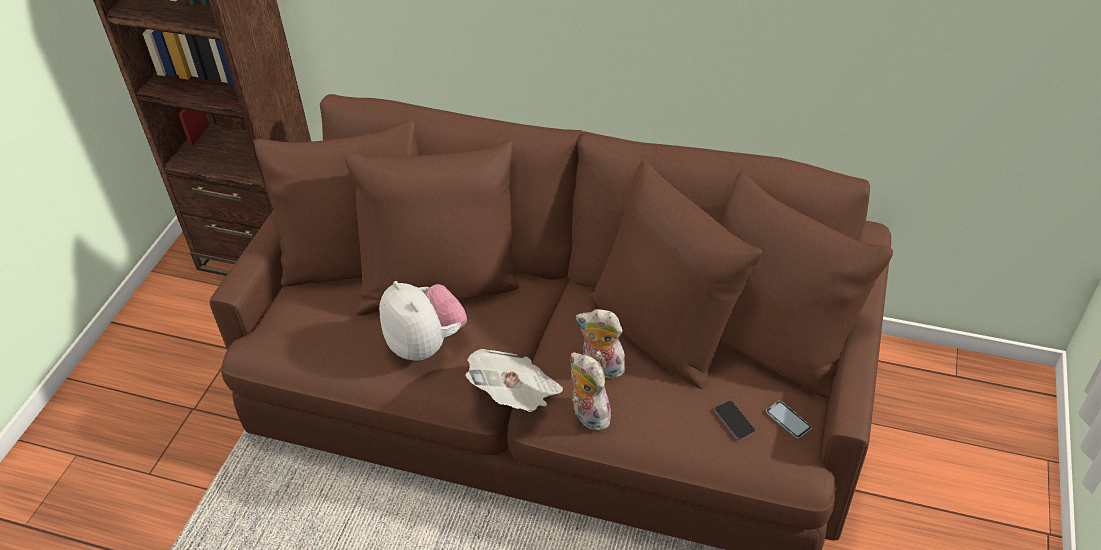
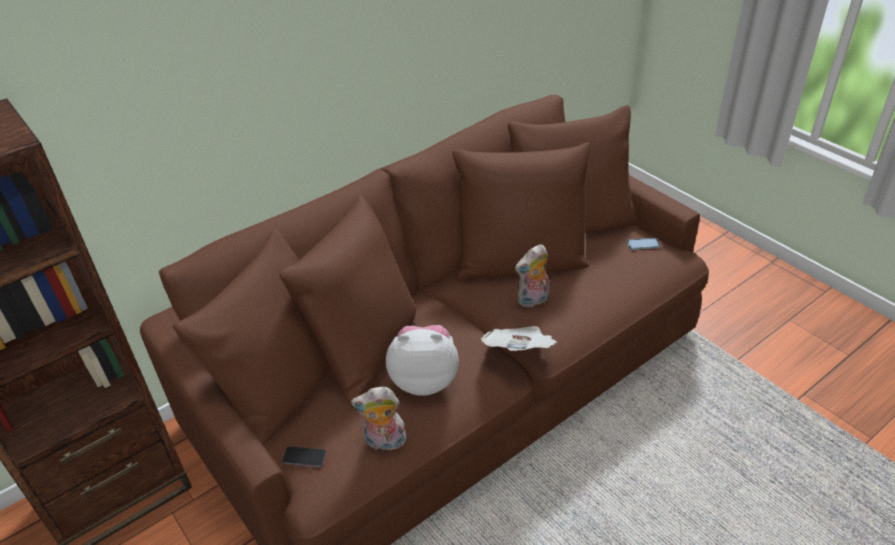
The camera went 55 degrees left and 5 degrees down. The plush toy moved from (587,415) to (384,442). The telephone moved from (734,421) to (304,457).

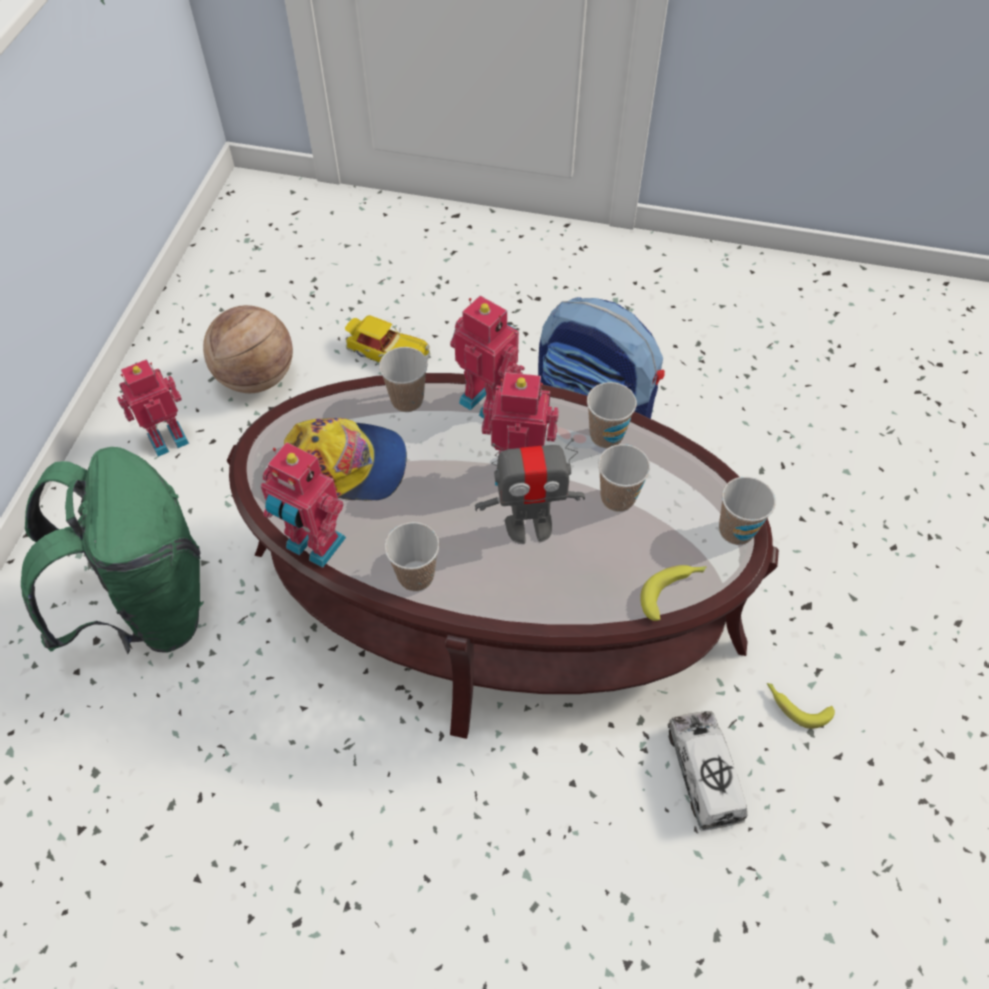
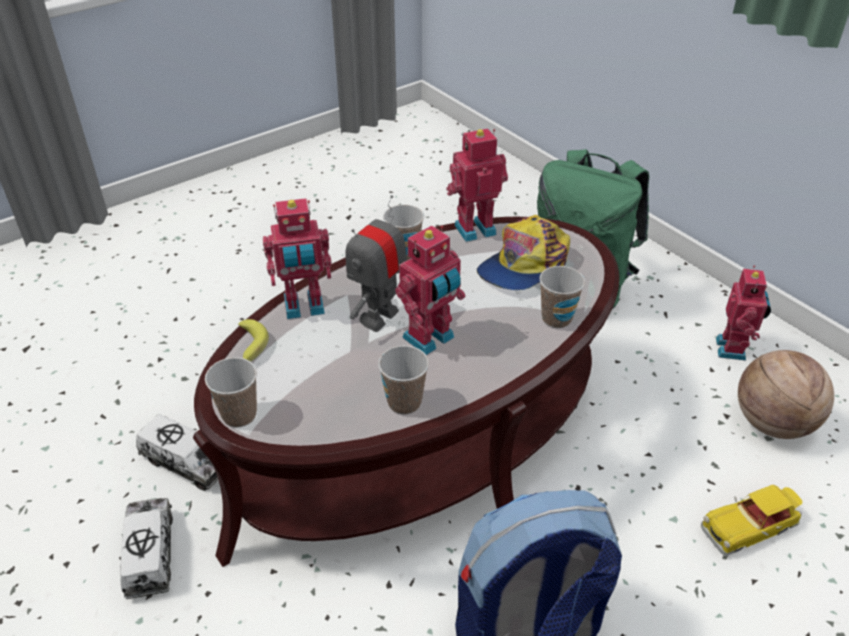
The camera went 130 degrees right and 15 degrees down. The robot figure moved from (488,399) to (304,308). The drinking cup at (617,498) disappeared. The banana at (796,705) was replaced by the toy lorry at (150,554).

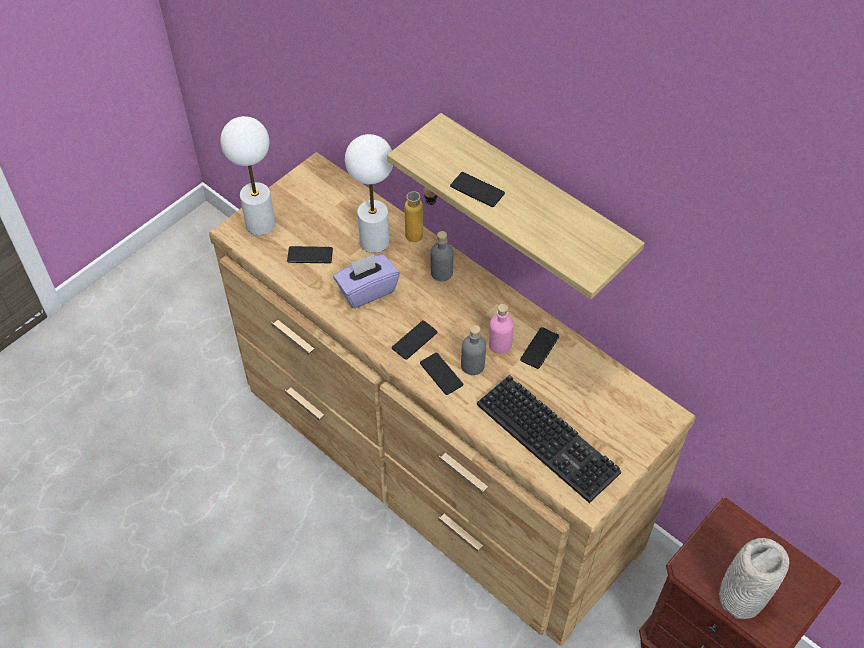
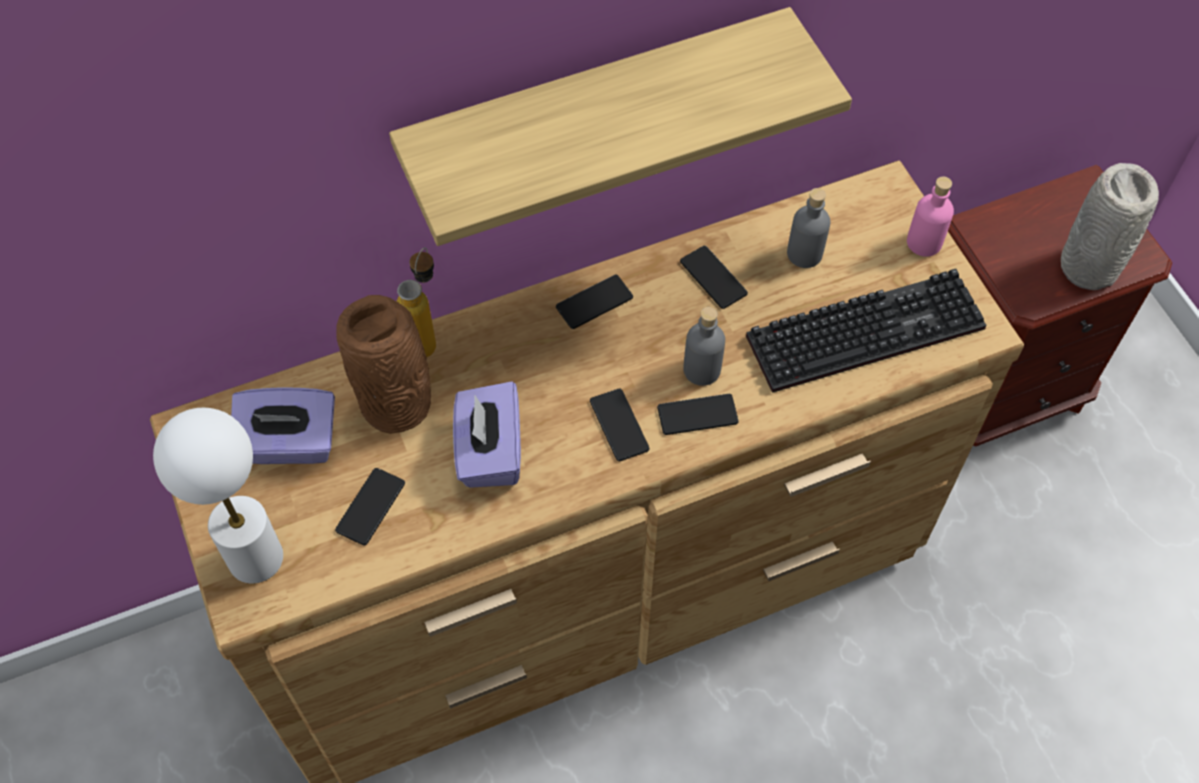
The camera went 65 degrees left and 5 degrees up. The whitish lamp for a table at (374,241) was replaced by the brown-coloured decorative vase at (399,404). The greyish bottle moved from (441,273) to (804,254). The telephone moved from (477,190) to (594,302). The pink bottle moved from (500,344) to (924,242). The purple box of tissues at (290,444) appeared.

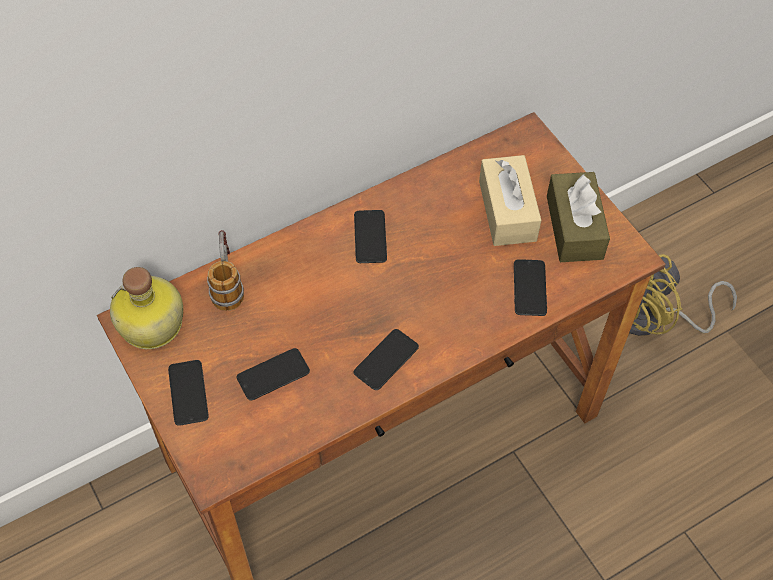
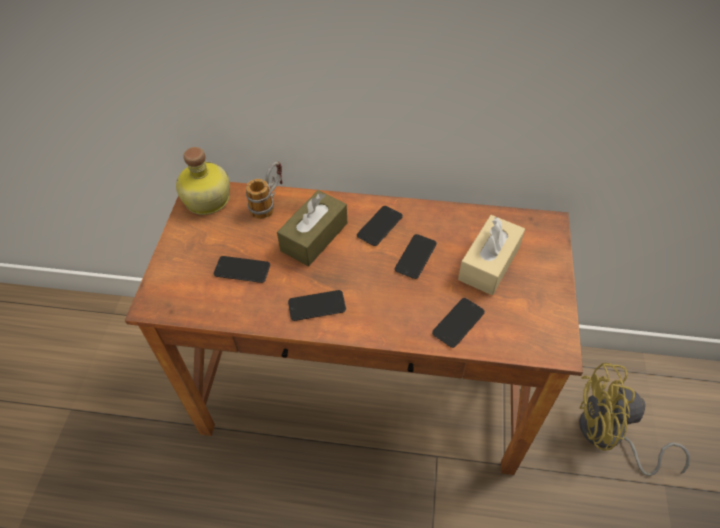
The camera went 40 degrees right and 5 degrees down. The telephone moved from (188,393) to (415,257). The brown-coloured box of tissues moved from (574,227) to (314,237).

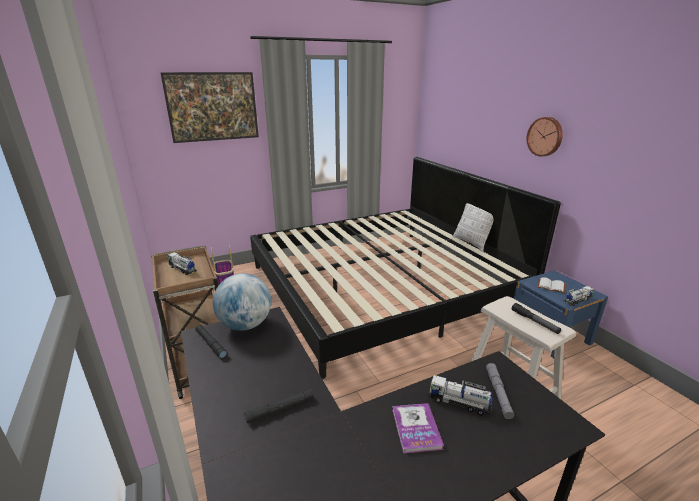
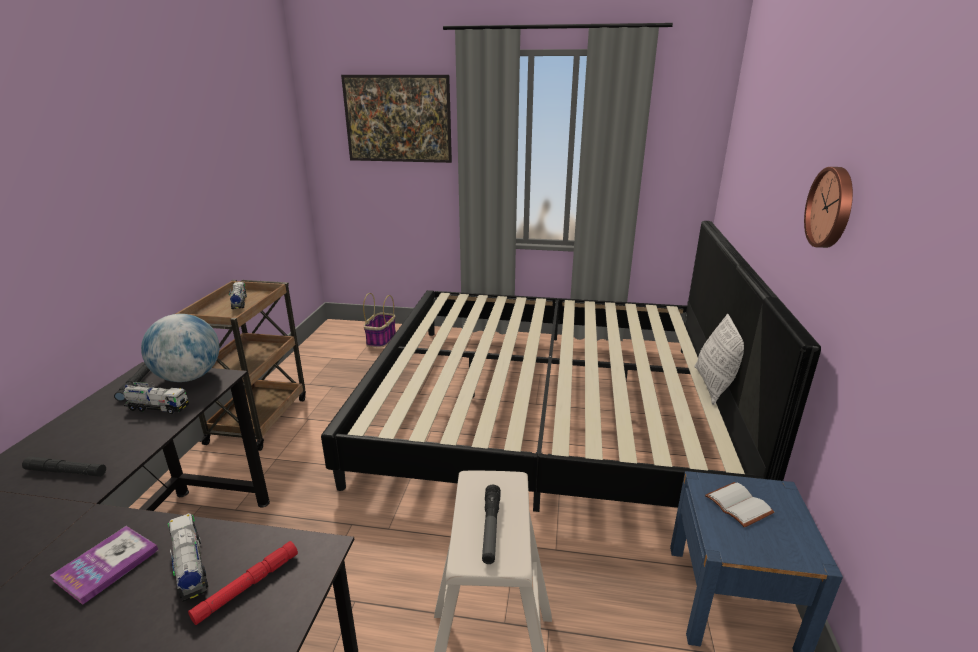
The camera went 35 degrees right and 0 degrees up. The greyish hand torch at (498,393) became the red hand torch at (247,586). The toy lorry moved from (577,300) to (158,408).

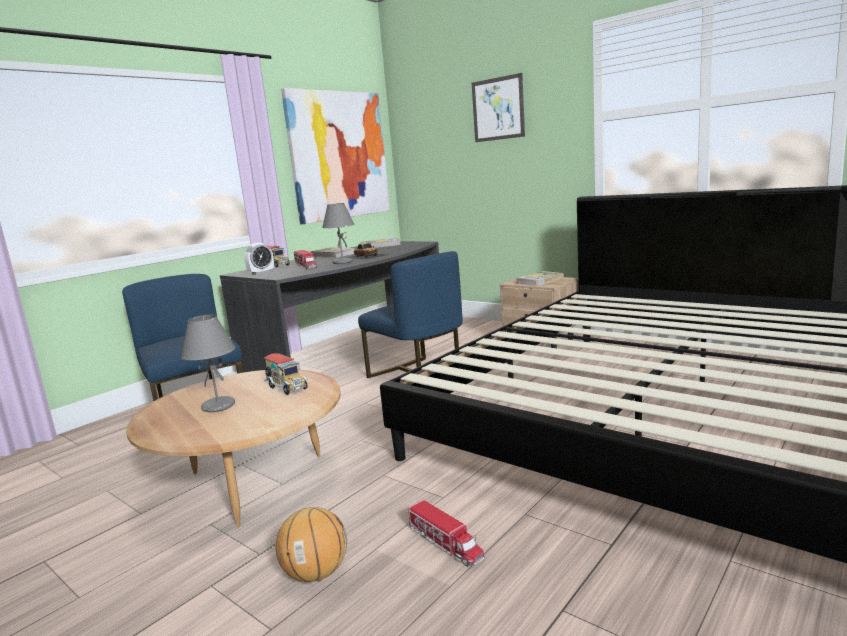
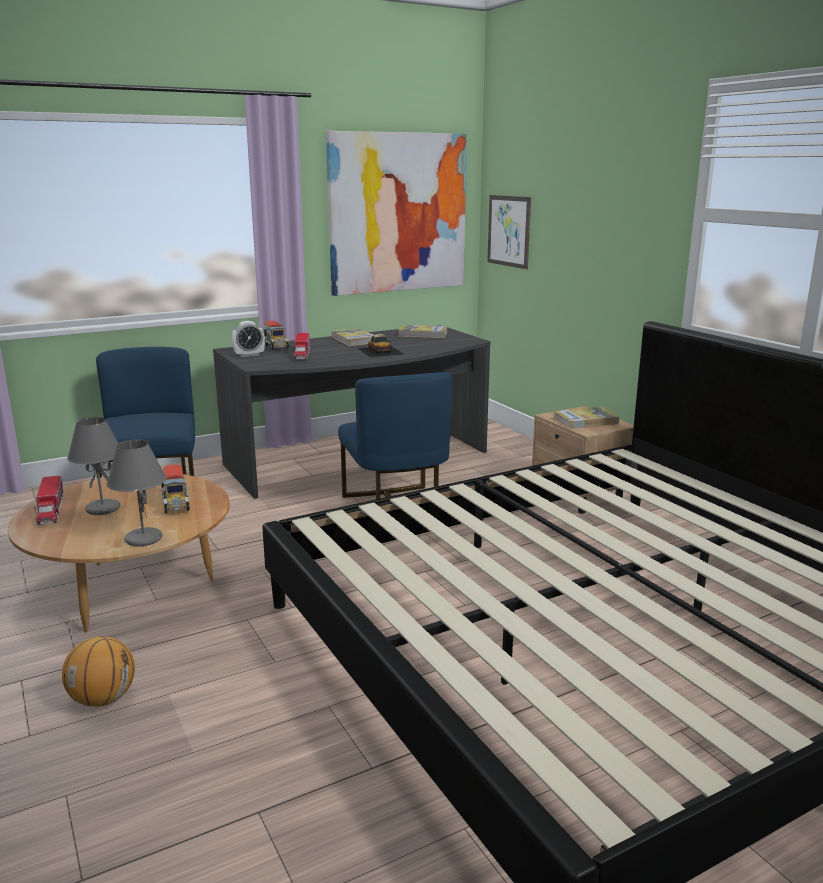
The camera went 20 degrees right and 5 degrees up. The greyish lamp for a table moved from (342,262) to (143,539). The toy lorry moved from (445,543) to (51,510). The picture moved from (498,109) to (509,231).

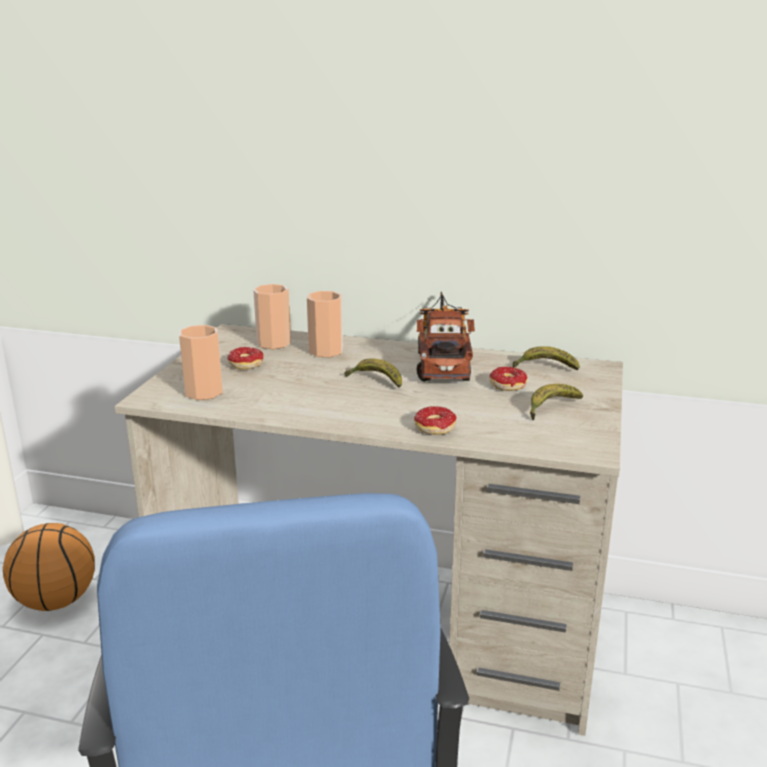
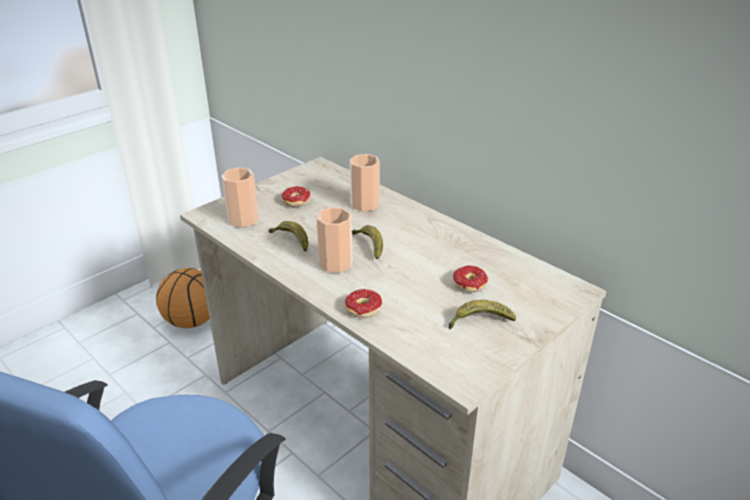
The camera went 30 degrees right and 10 degrees up. The drinking cup moved from (274,343) to (335,263). The toy lorry at (443,361) disappeared. The banana moved from (545,367) to (292,240).

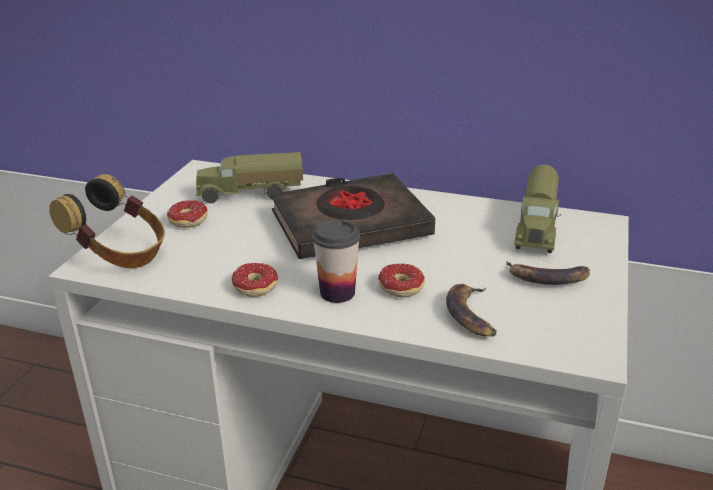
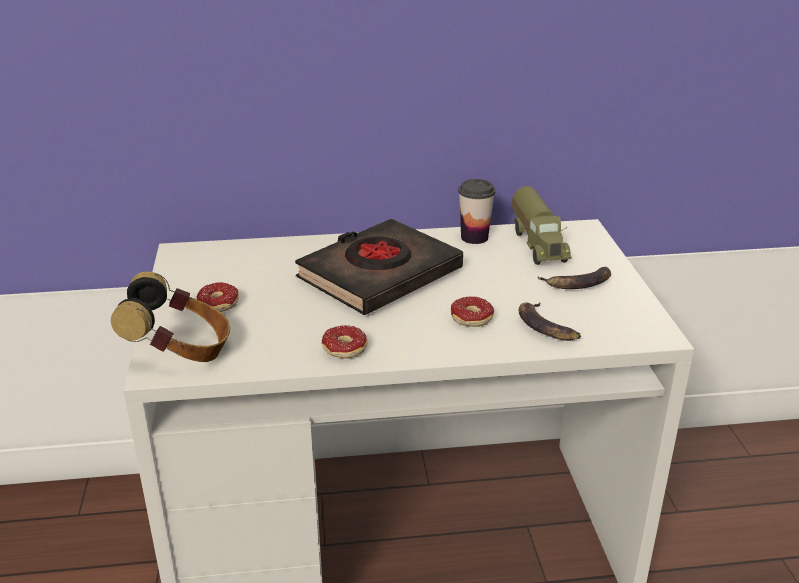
The camera went 25 degrees left and 0 degrees up. The toy lorry at (251,195) disappeared. The drinking cup moved from (337,293) to (474,237).

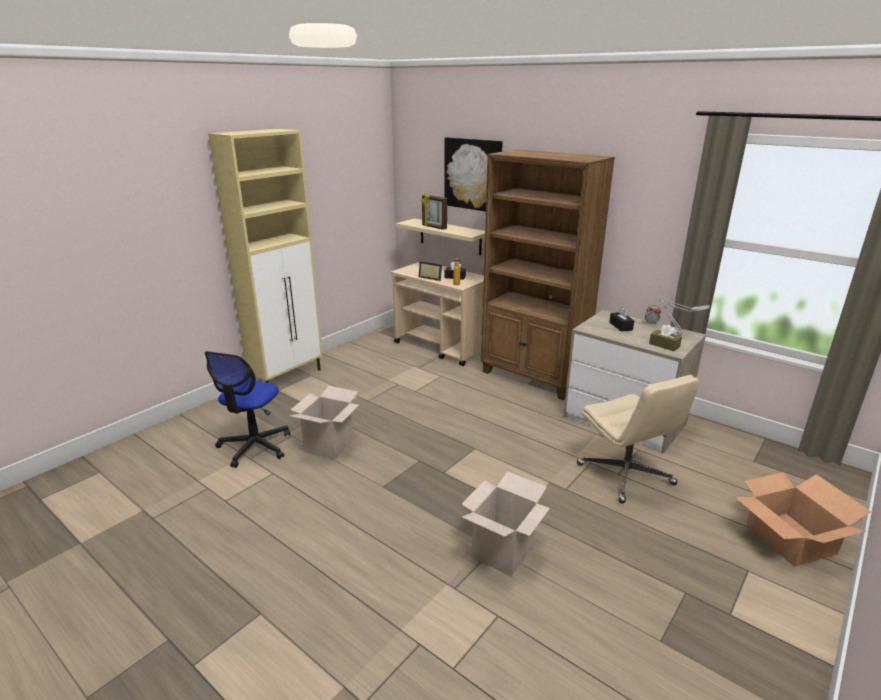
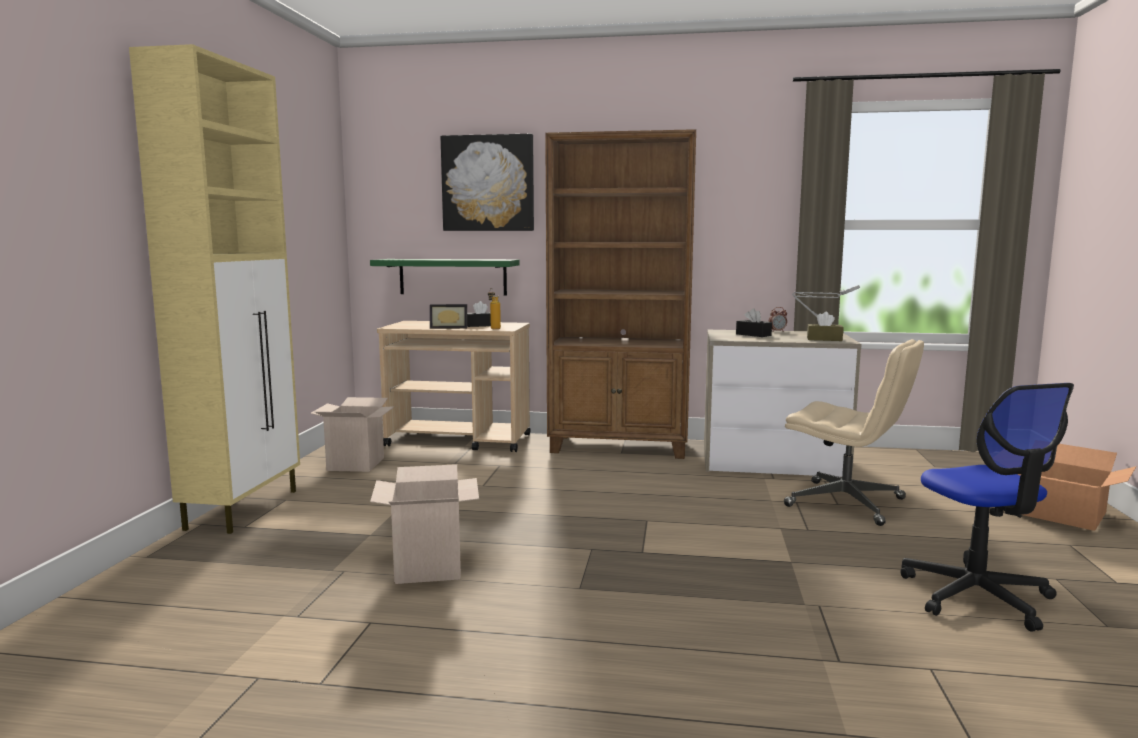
The camera went 30 degrees left and 15 degrees down. The desk chair moved from (254,447) to (977,596). The beige shelf at (450,236) became the greenish shelf at (452,277). The standing frame at (434,227) disappeared. The carton moved from (502,552) to (356,464).

